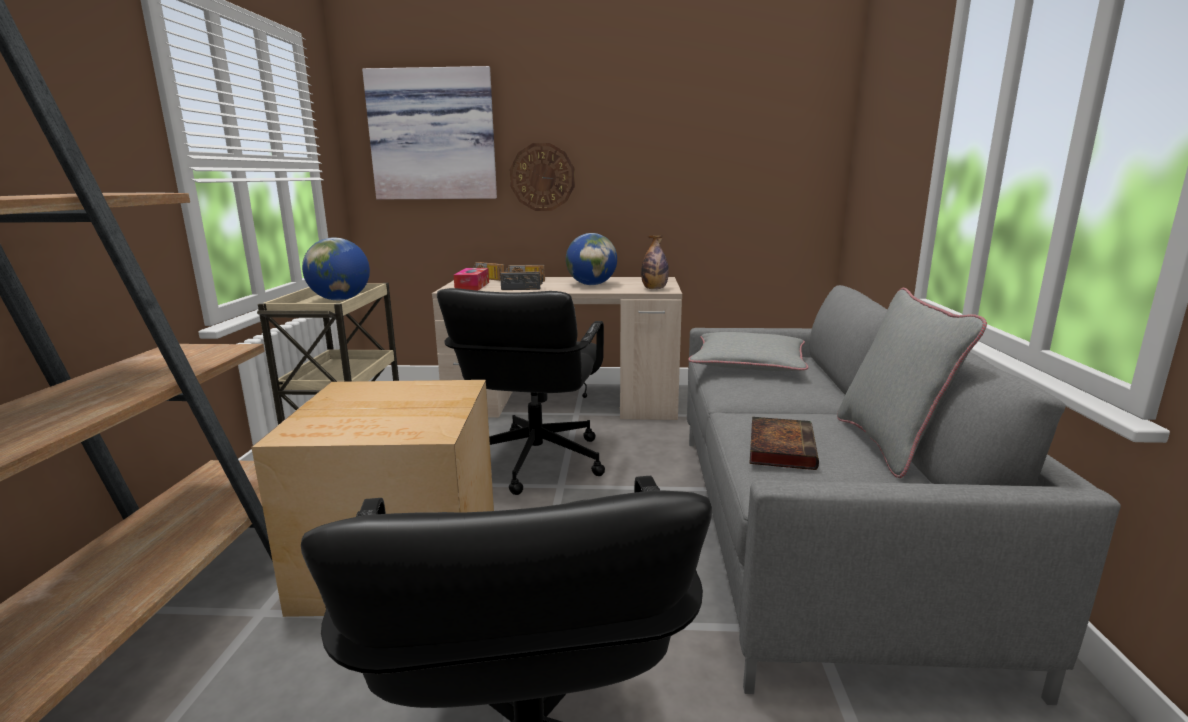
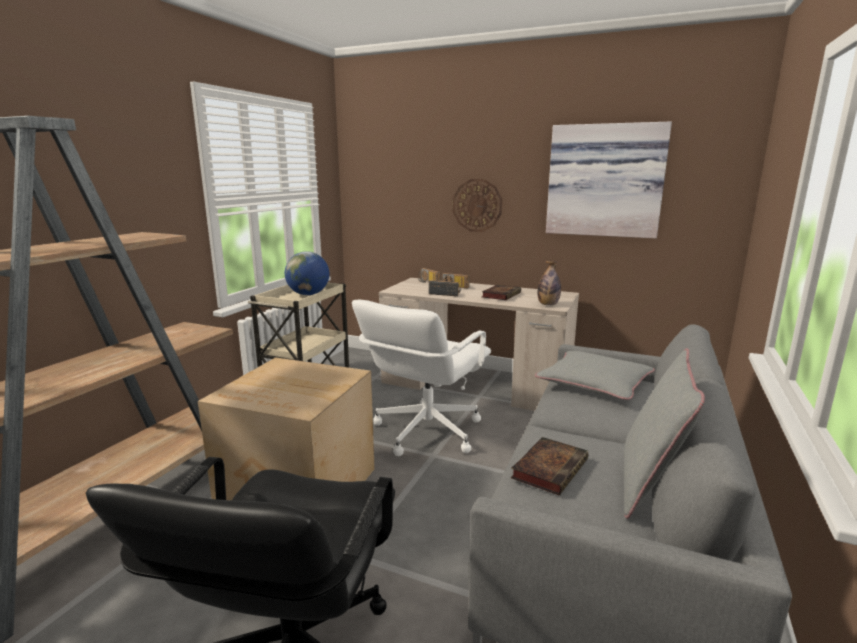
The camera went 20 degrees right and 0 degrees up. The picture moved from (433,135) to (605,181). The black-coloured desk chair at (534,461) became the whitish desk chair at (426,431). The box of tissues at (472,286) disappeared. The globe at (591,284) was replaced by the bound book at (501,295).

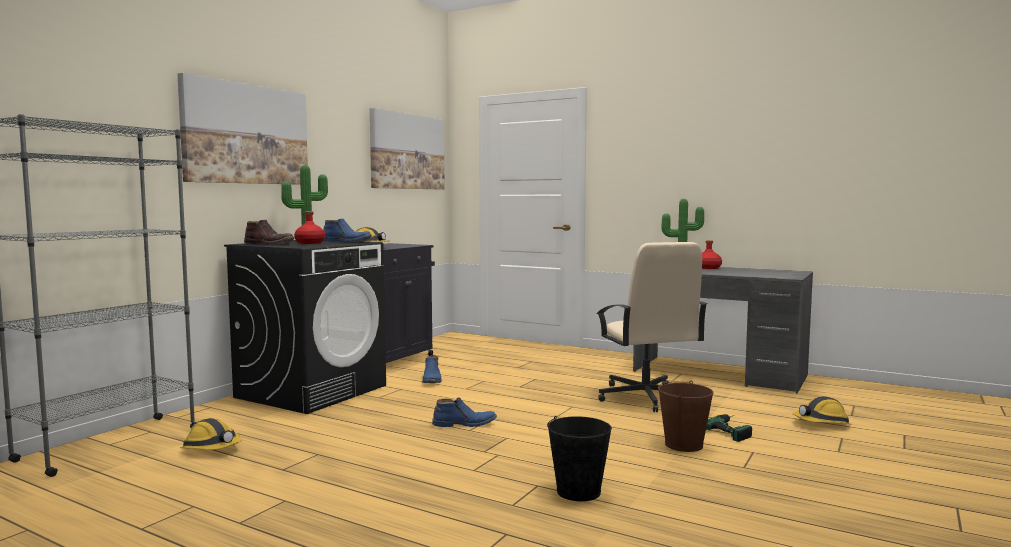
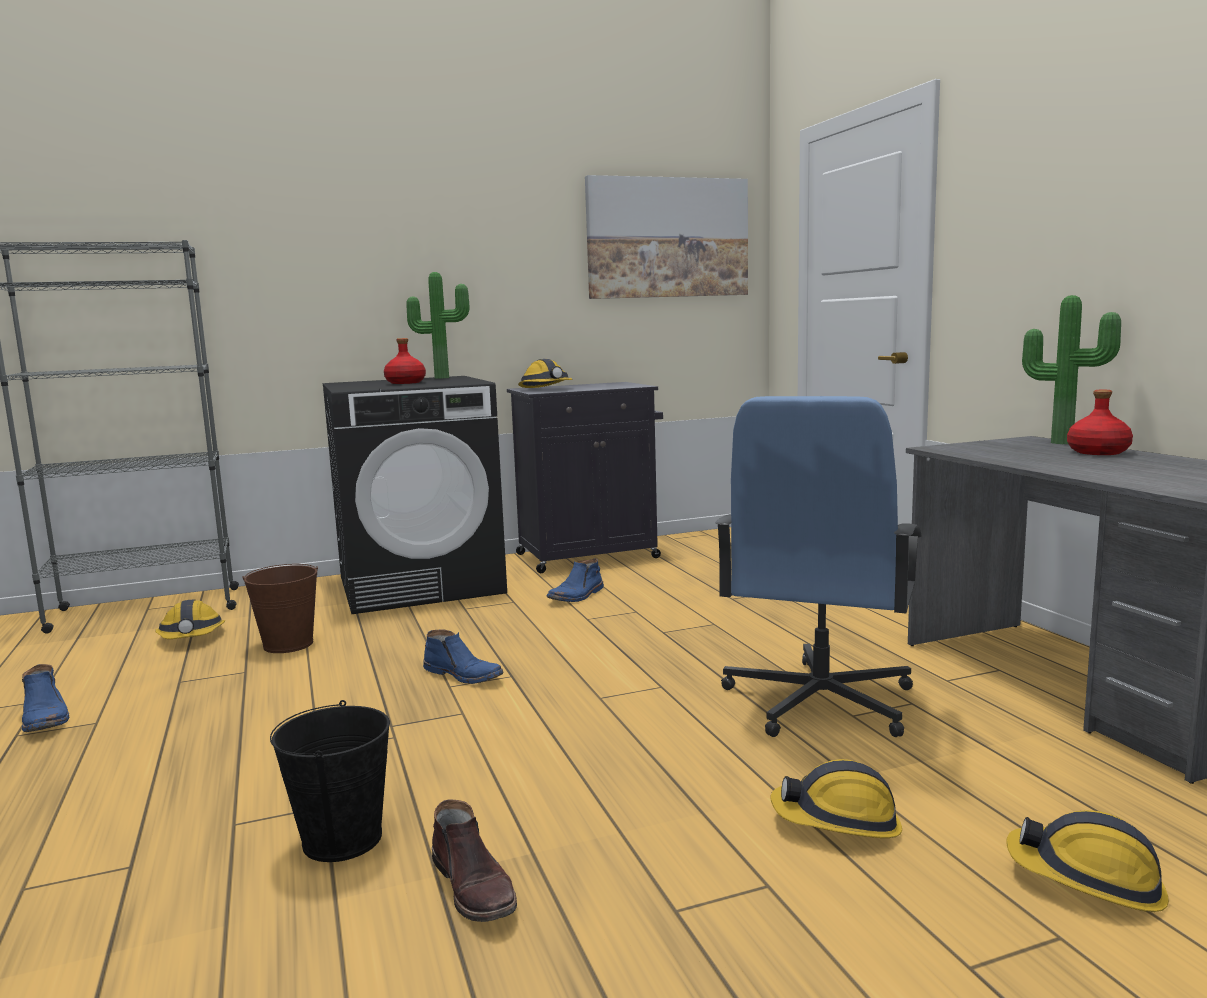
The camera went 40 degrees right and 5 degrees up. The picture at (246,134) disappeared. The brown-coloured tall boot moved from (269,244) to (475,888). The blue-coloured tall boot moved from (347,241) to (46,718). The beige desk chair at (645,397) became the blue-coloured desk chair at (818,702). The brown-coloured water bucket moved from (684,445) to (288,644). The power drill at (733,430) was replaced by the hard hat at (838,821).

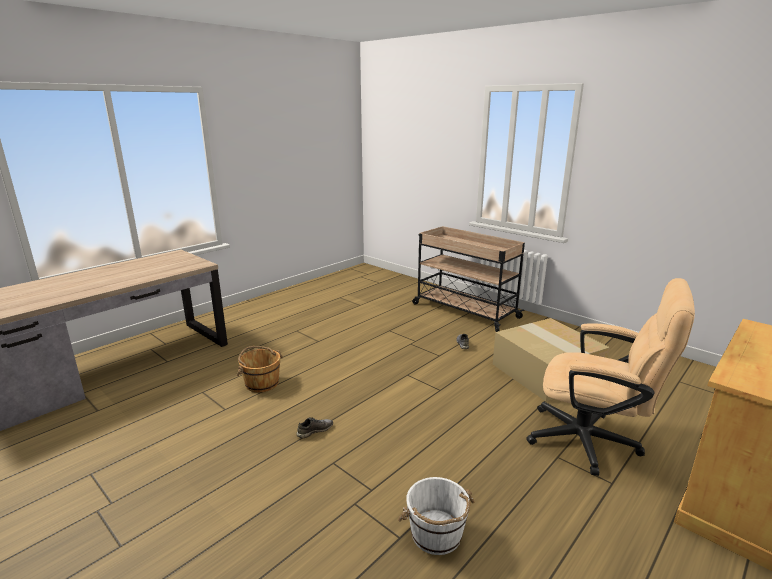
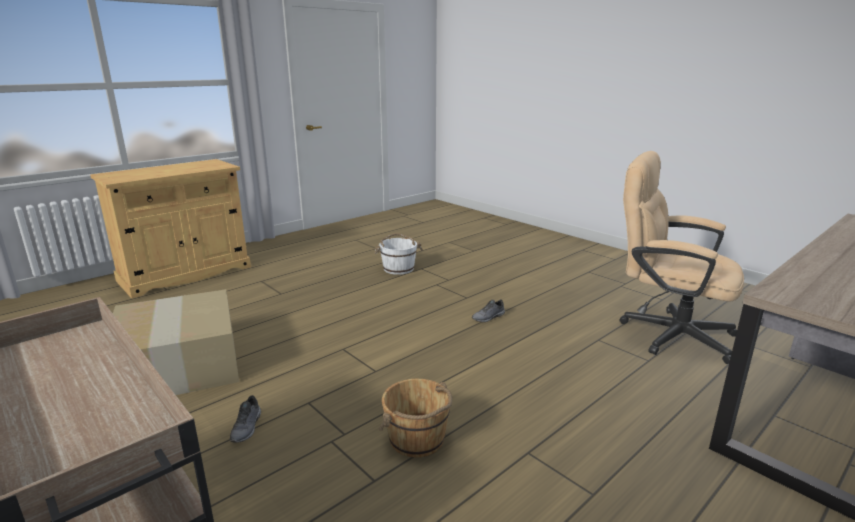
The camera went 175 degrees left and 0 degrees up. The brown-coloured water bucket moved from (261,383) to (417,439). The beige desk chair moved from (593,442) to (666,333).

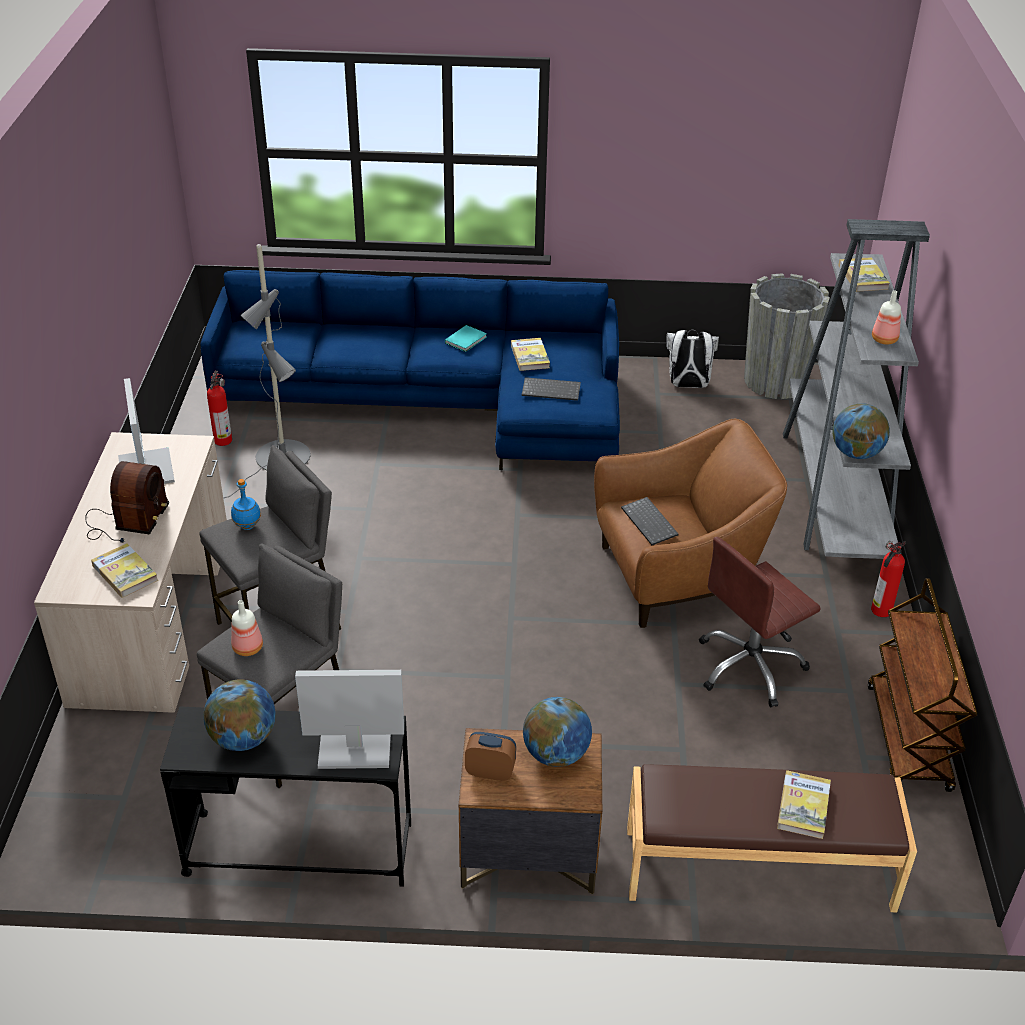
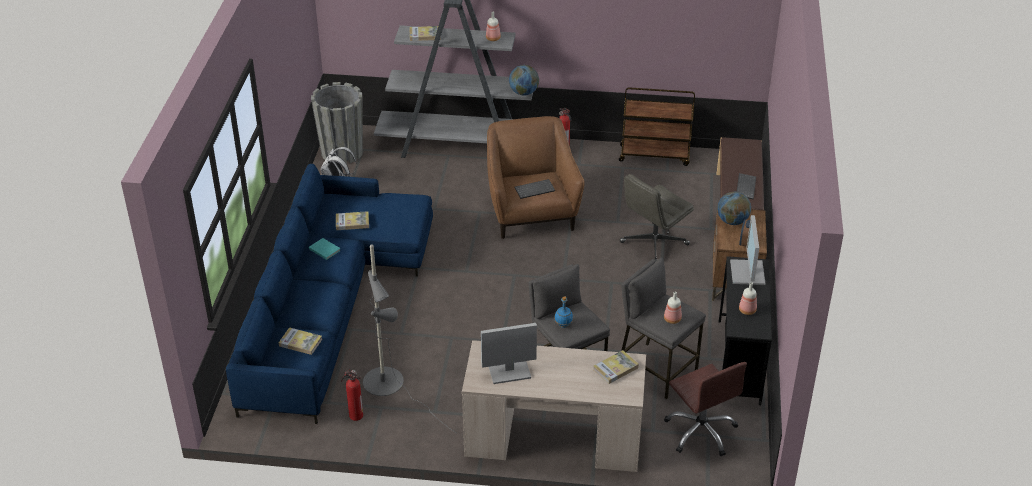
The camera went 85 degrees left and 0 degrees up. The radio receiver at (127,521) disappeared. The globe at (243,738) was replaced by the bottle at (748,311). The keyboard moved from (552,390) to (745,186). The brown-coloured desk chair moved from (750,667) to (701,431). The bound book moved from (803,807) to (300,342). The greyish desk chair at (654,244) appeared.

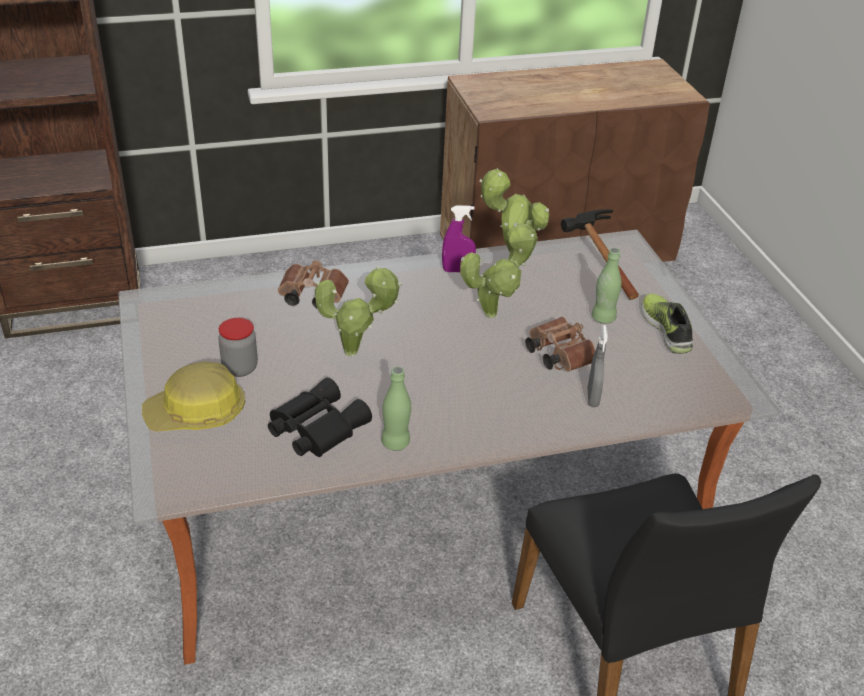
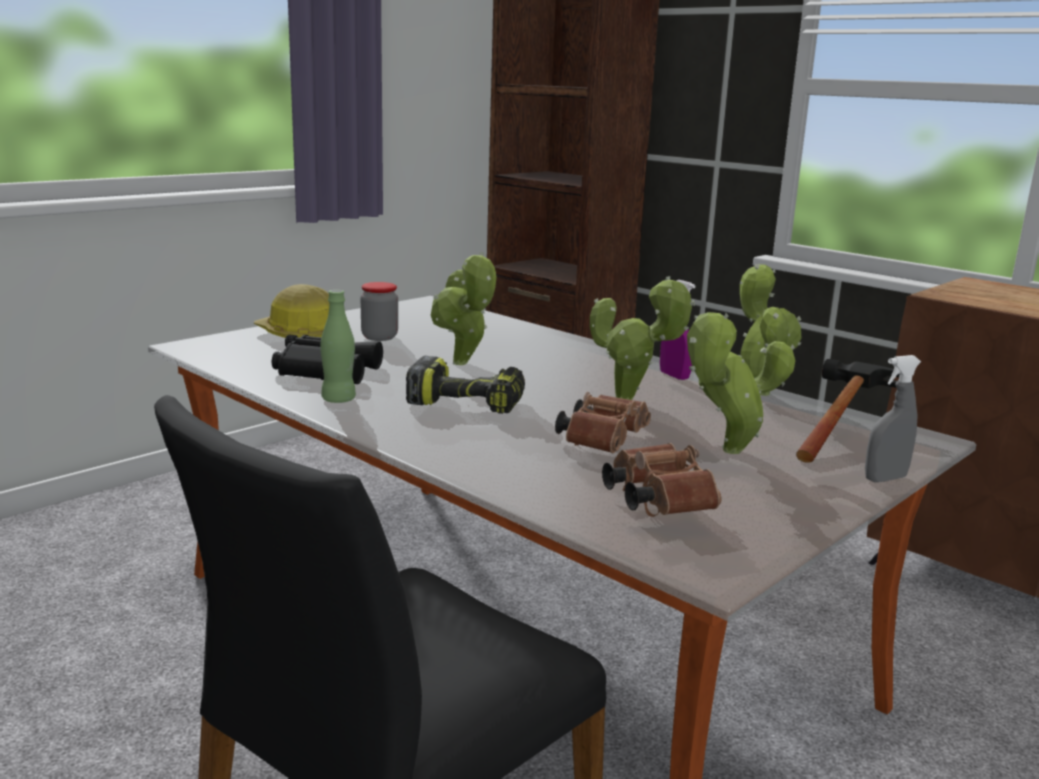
The camera went 60 degrees right and 20 degrees down. The brown-coloured pair of binoculars moved from (310,297) to (655,500). The greyish spray bottle moved from (592,398) to (885,478). The greenish bottle at (603,318) was replaced by the plant in a pot at (727,452). The item of footwear at (667,329) disappeared. The power drill at (469,402) appeared.

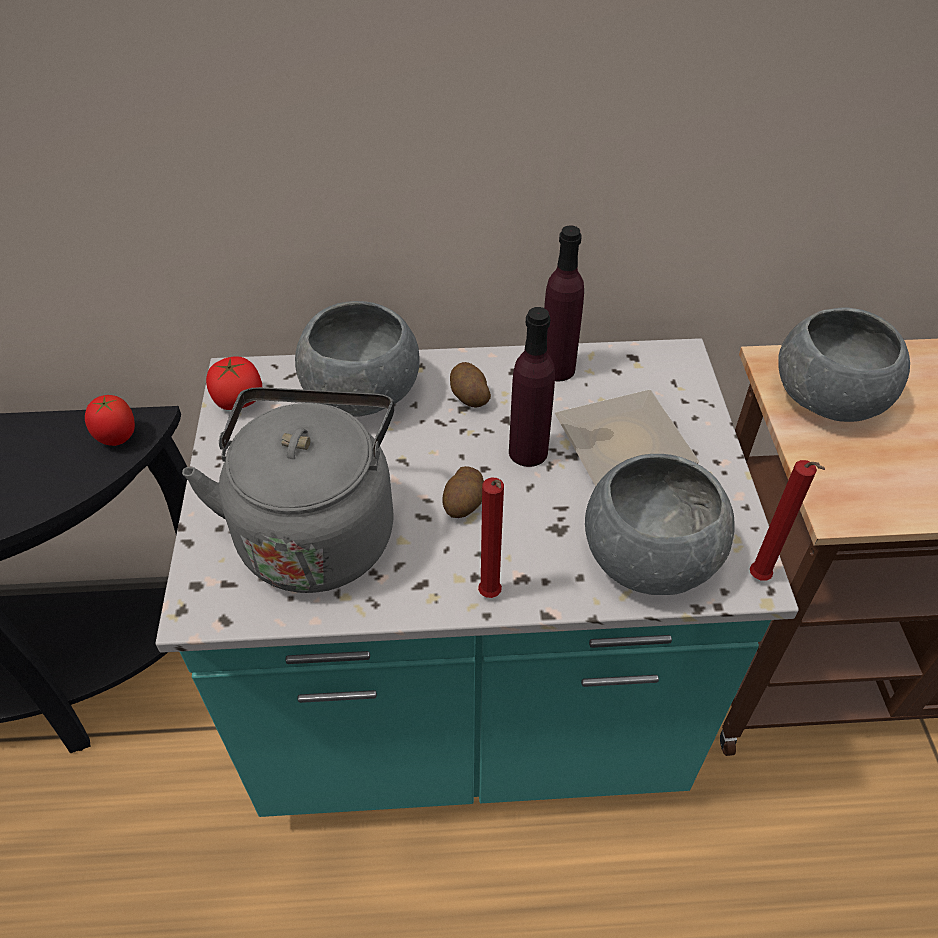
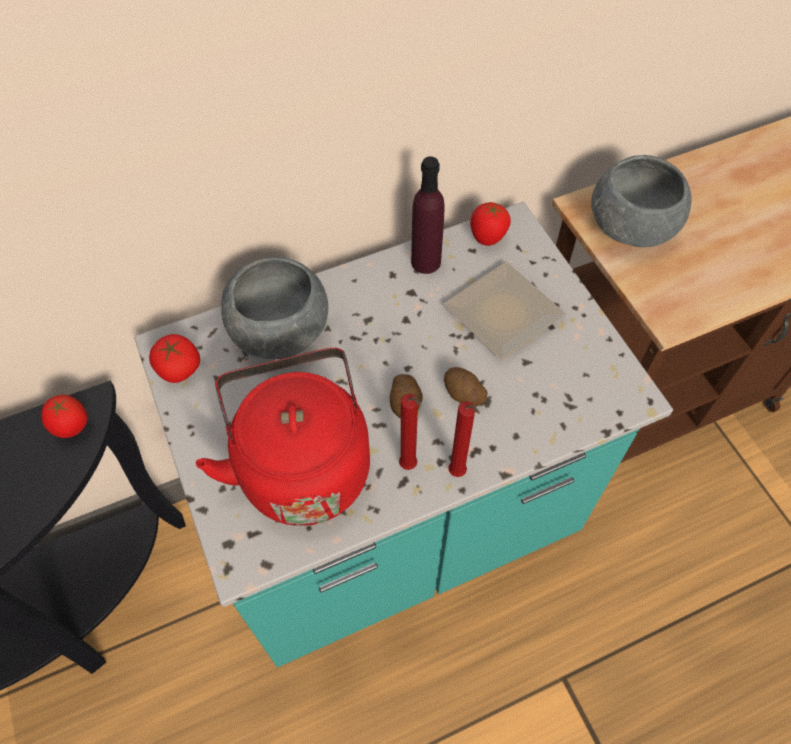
The camera went 20 degrees left and 10 degrees up. The greyish water kettle at (317,530) became the red water kettle at (302,464). The whole potato moved from (468,396) to (463,394). The purple bottle at (528,452) disappeared. The greyish serving bowl at (649,556) disappeared. The red wax light moved from (760,580) to (409,467). The fresh tomato at (487,239) appeared.

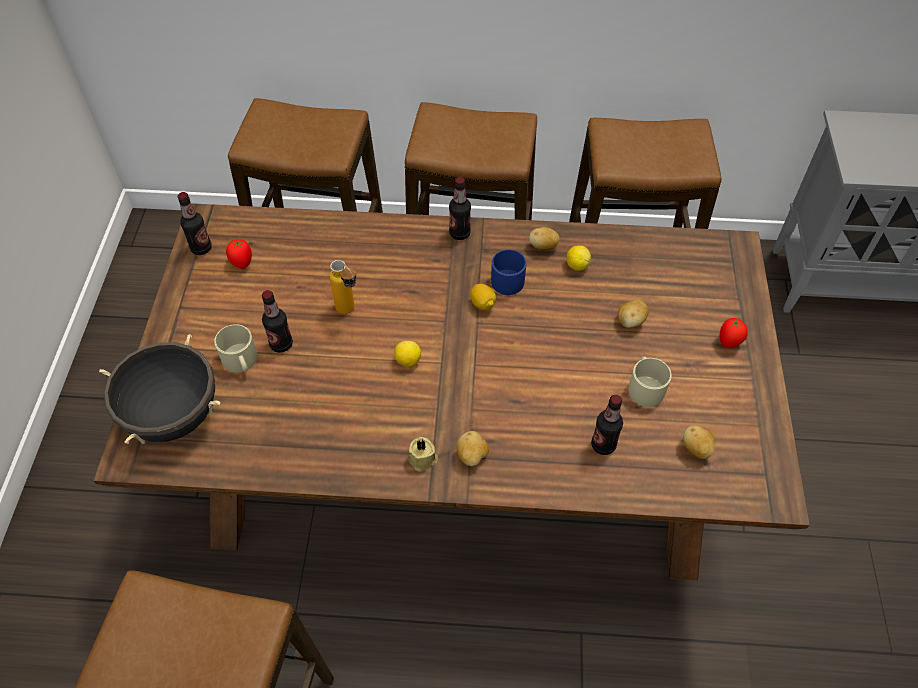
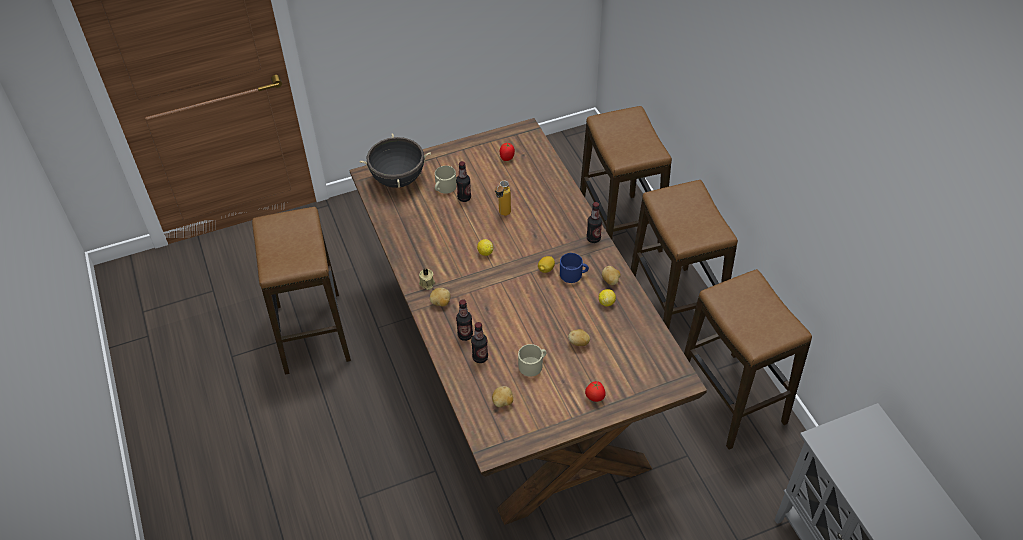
The camera went 65 degrees right and 5 degrees down. The bottle moved from (201,248) to (465,335).

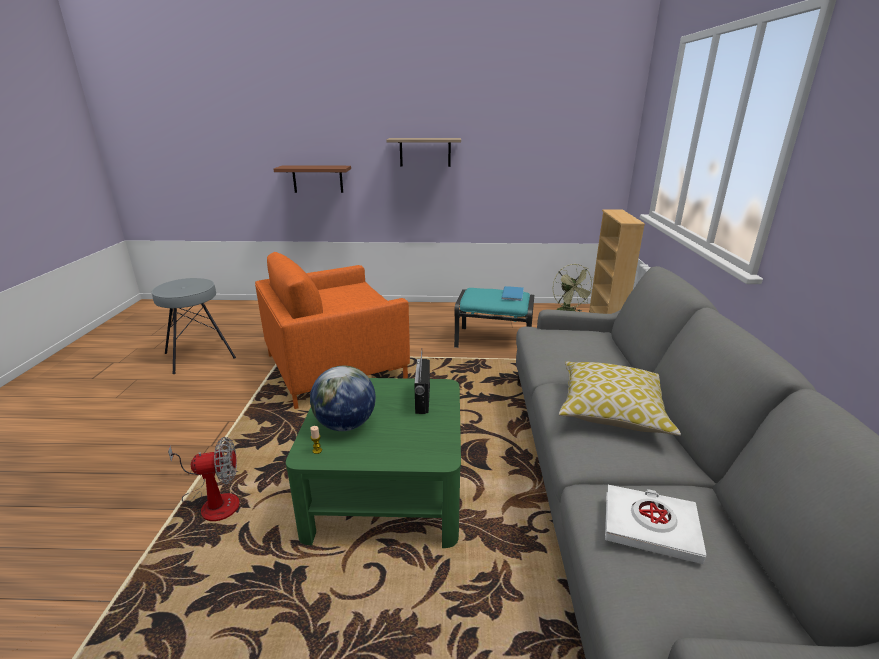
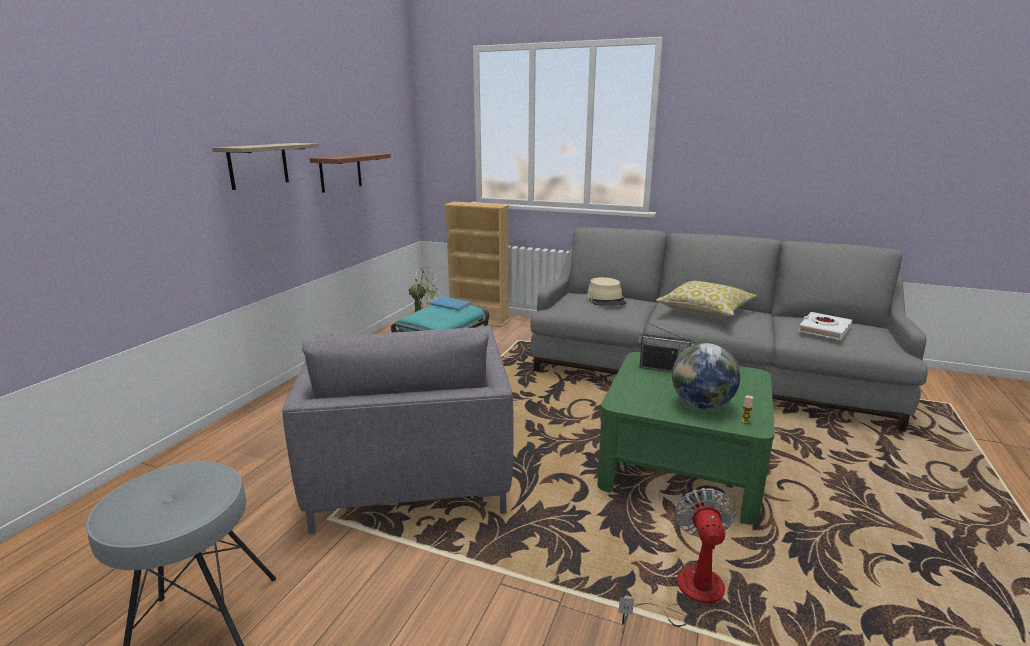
The camera went 70 degrees left and 5 degrees down. The orange-coloured armchair at (335,366) became the greyish armchair at (410,471). The brown-coloured shelf moved from (317,179) to (340,172). The beige hat at (606,300) appeared.

